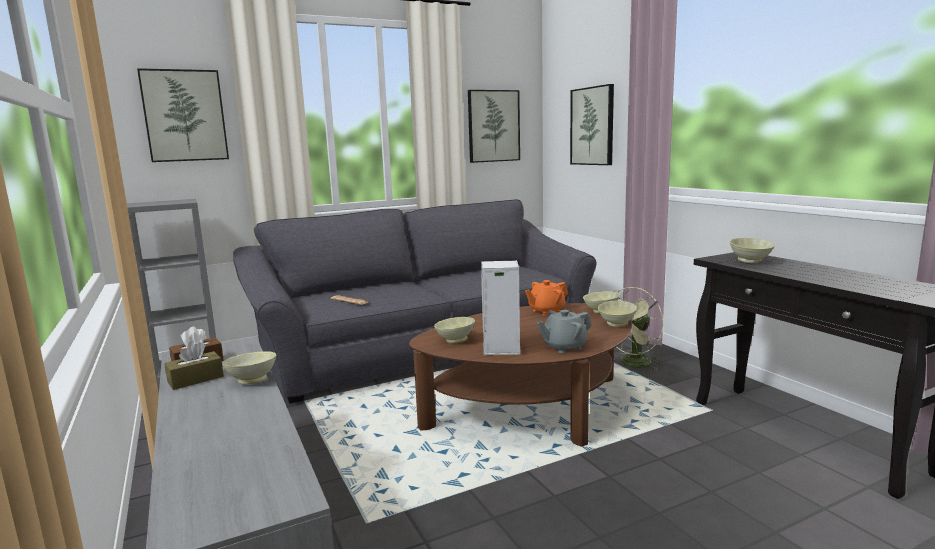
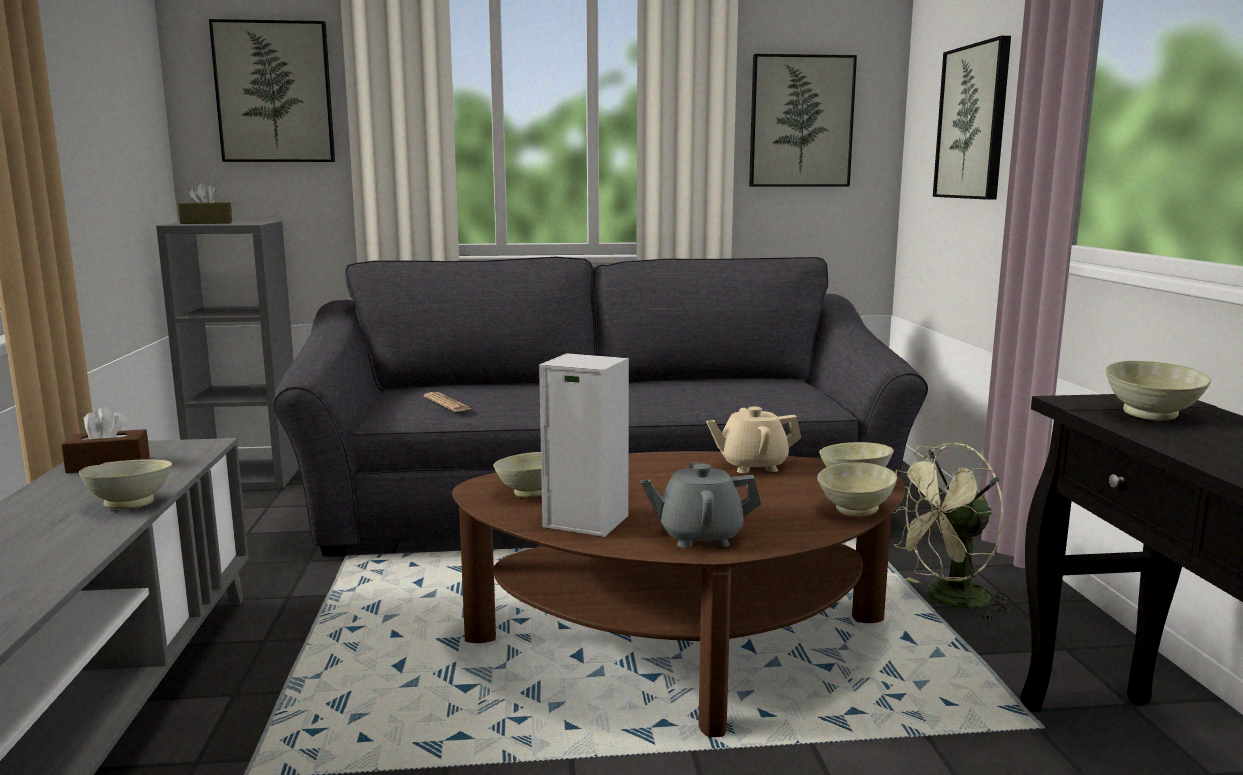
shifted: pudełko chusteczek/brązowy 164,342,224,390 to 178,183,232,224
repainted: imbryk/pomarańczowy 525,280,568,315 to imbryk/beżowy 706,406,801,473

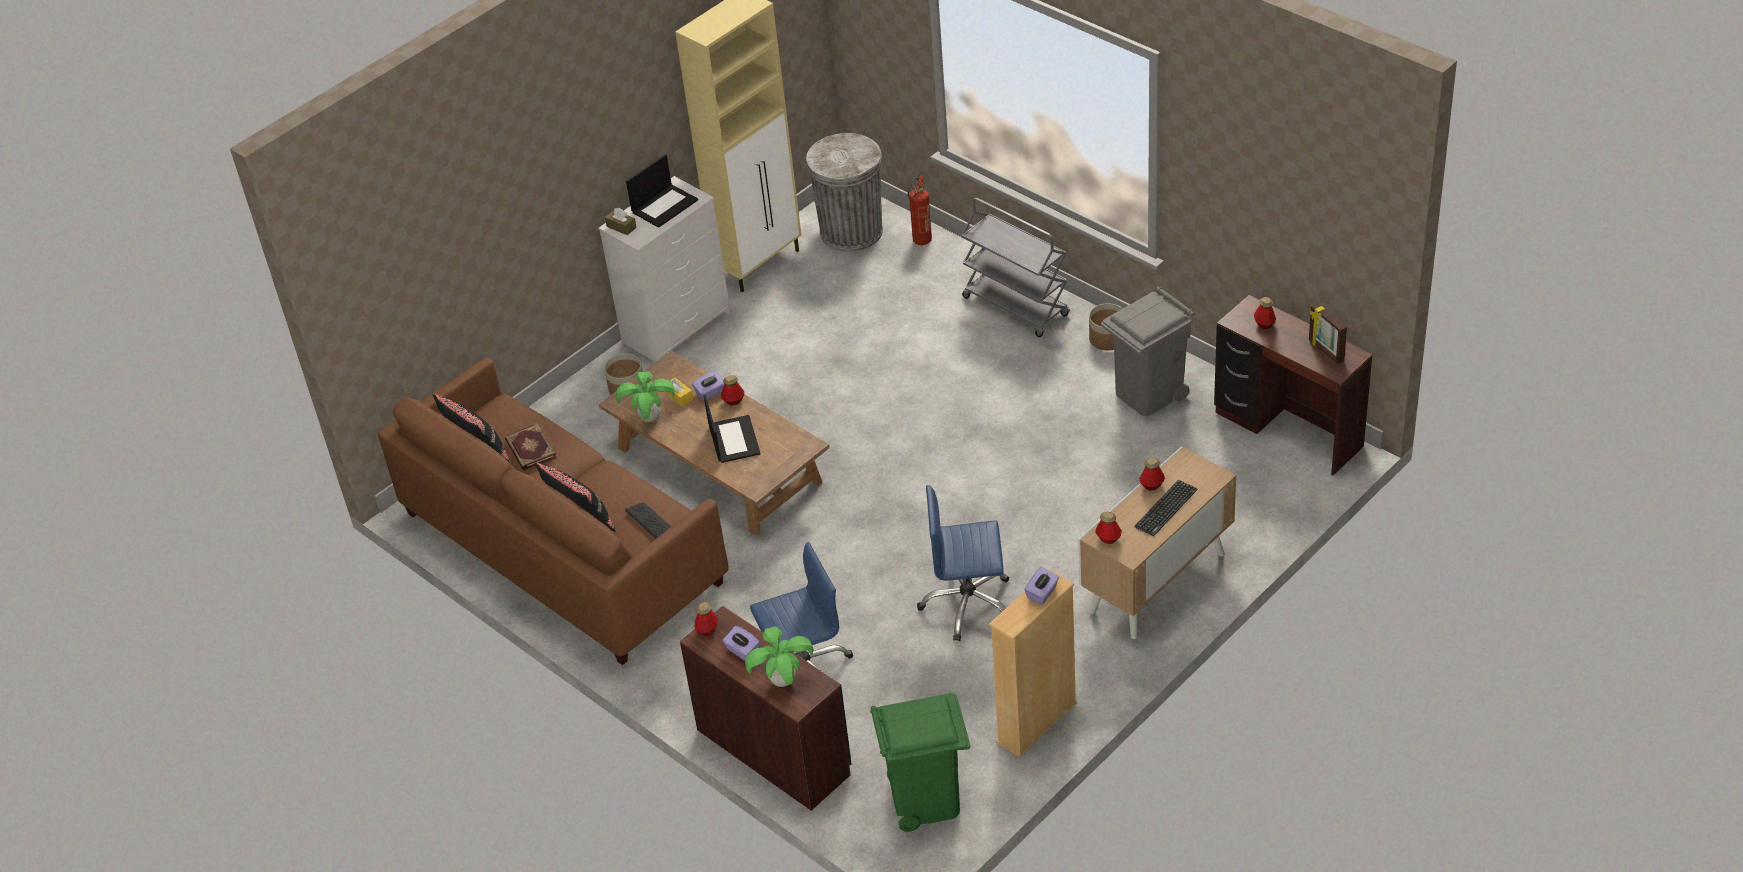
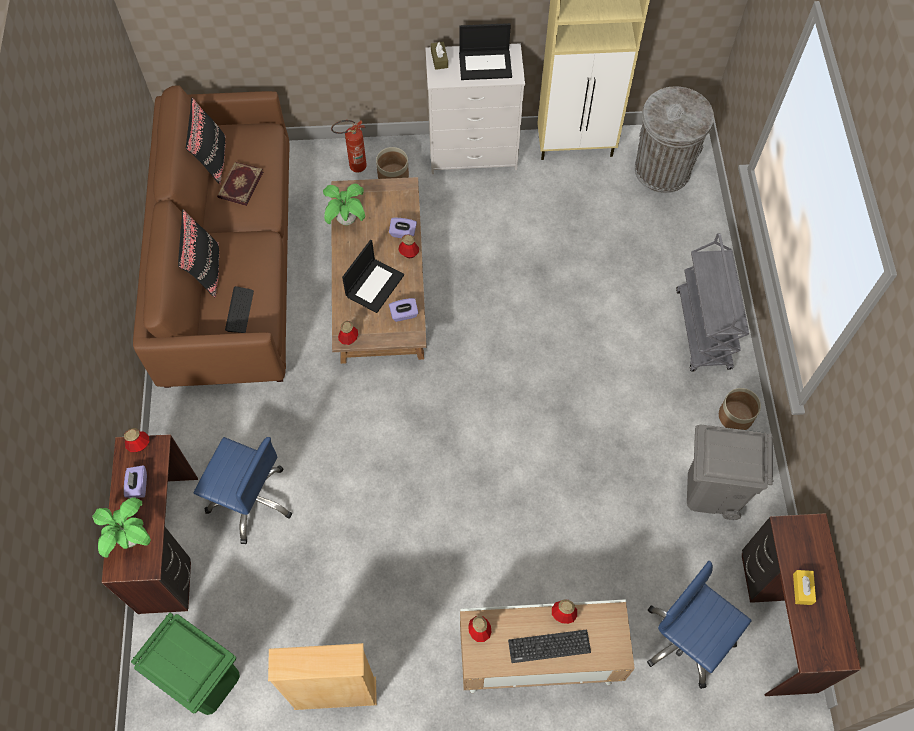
gone: ramka na zdjęcie 1309,303,1347,364
shifted: gaśnica 907,175,932,245 to 331,120,367,172; butelka 1254,297,1276,329 to 338,321,358,345; pudełko chusteczek/żółty 665,378,693,407 to 793,570,816,605; krzesło biurowe/niebieski 917,485,1009,641 to 647,561,752,689; pudełko chusteczek/fioletowy 1024,567,1059,605 to 389,298,418,322

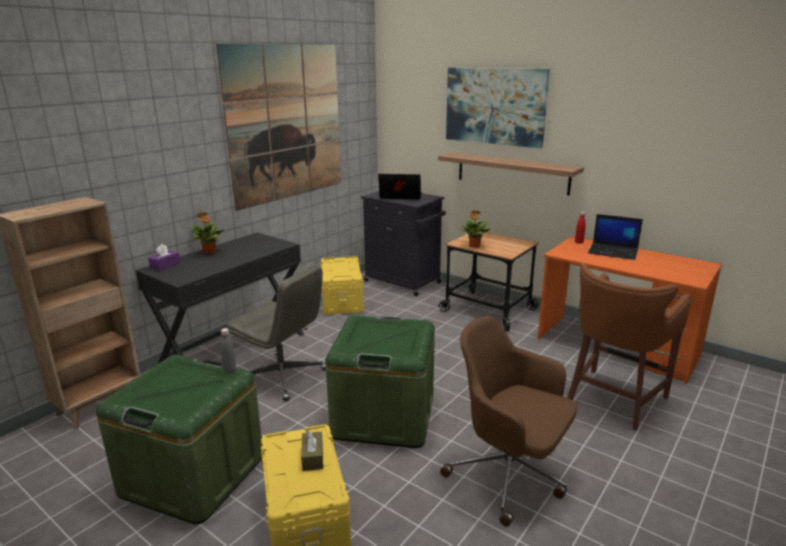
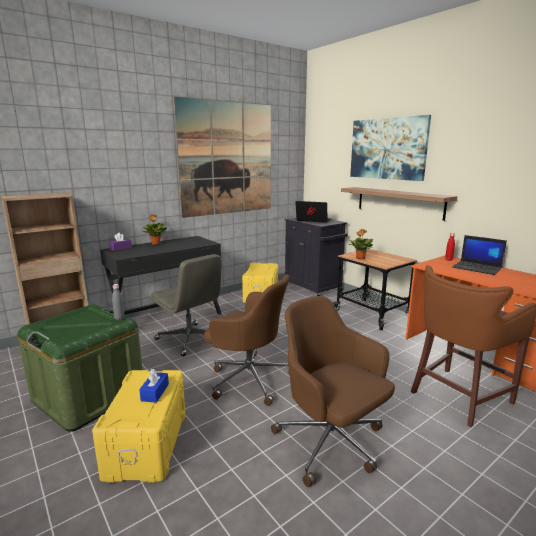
swapped: pojemnik do przechowywania/zielony 325,315,435,448 to krzesło biurowe/brązowy 204,274,289,406
repainted: pudełko chusteczek/brązowy 301,430,323,471 to pudełko chusteczek/niebieski 139,369,169,403

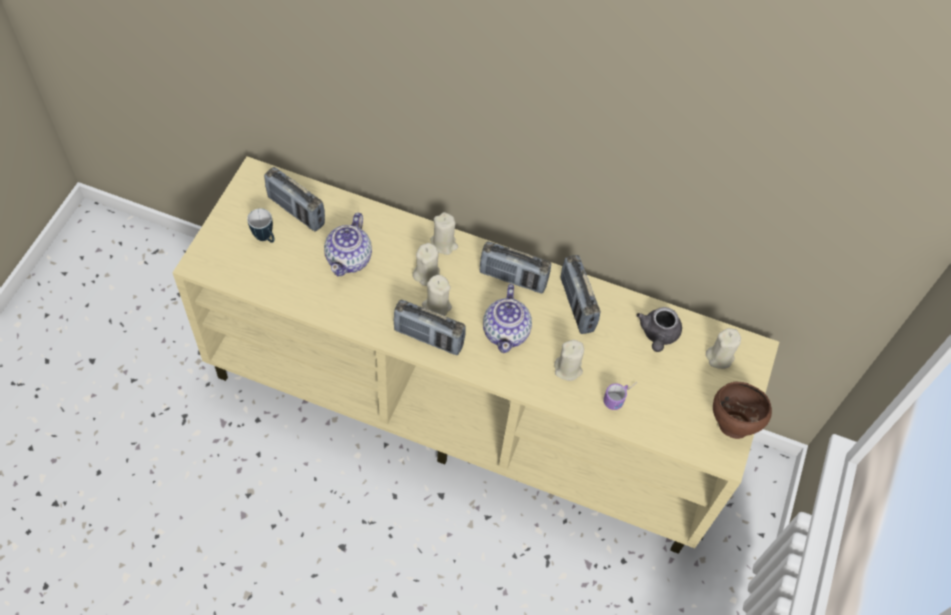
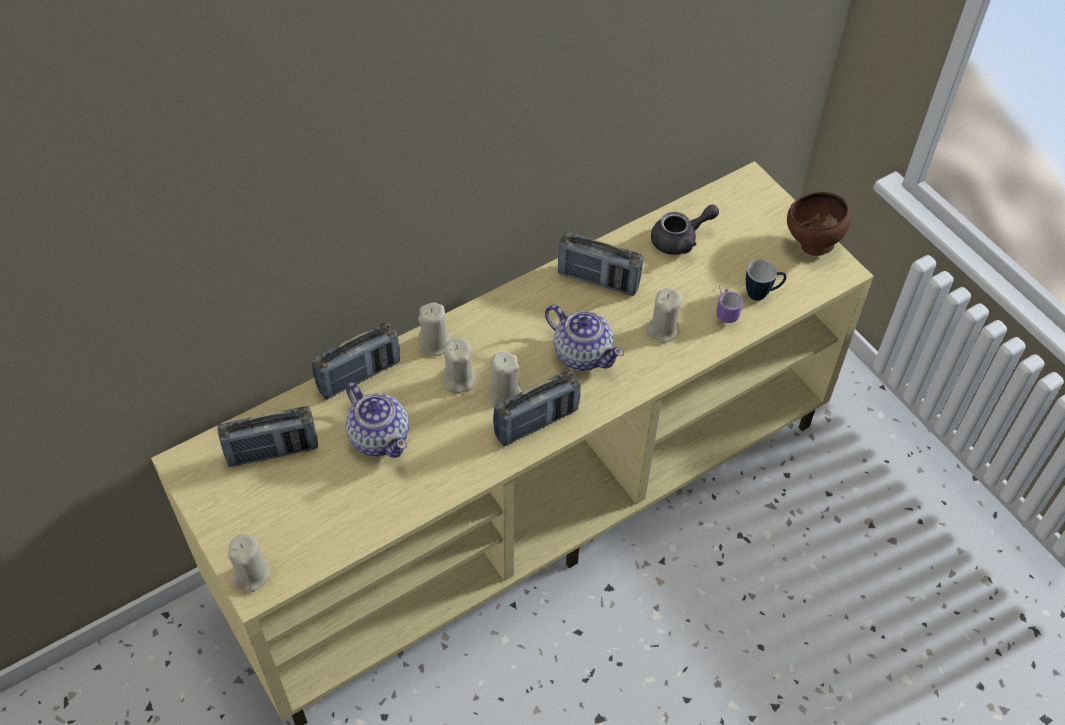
shifted: kubek 247,208,275,243 to 746,260,786,301; radio 480,241,551,293 to 312,322,400,400; świeca/beżowy 706,328,741,369 to 228,534,271,592
rotated: imbryk/szary 637,307,682,352 = 651,204,719,255 75 degrees counterclockwise

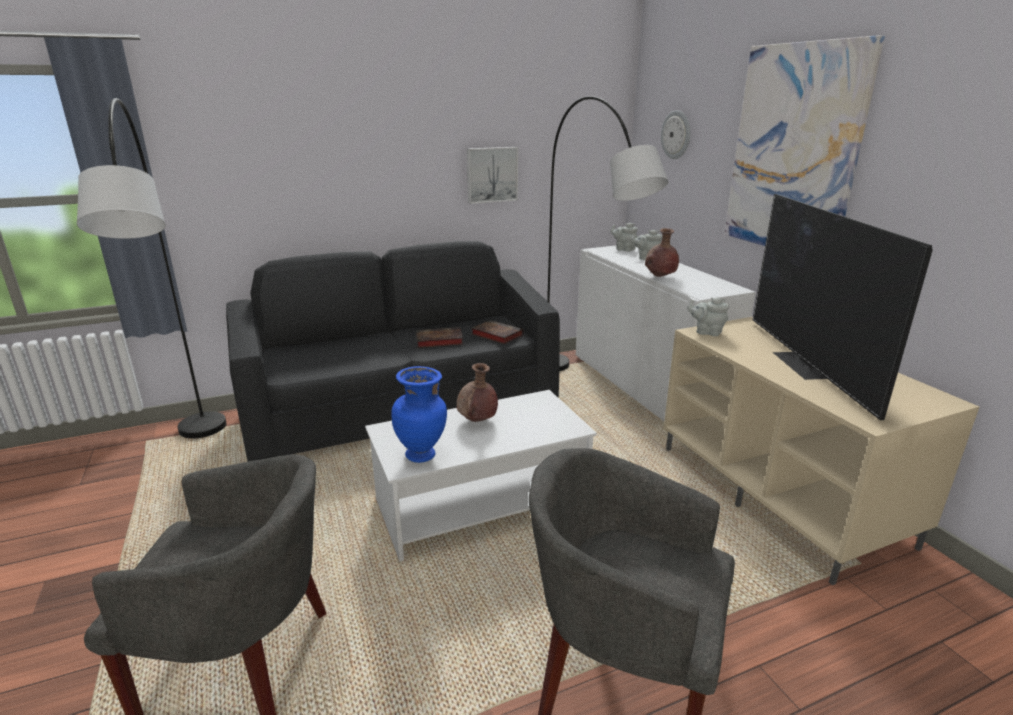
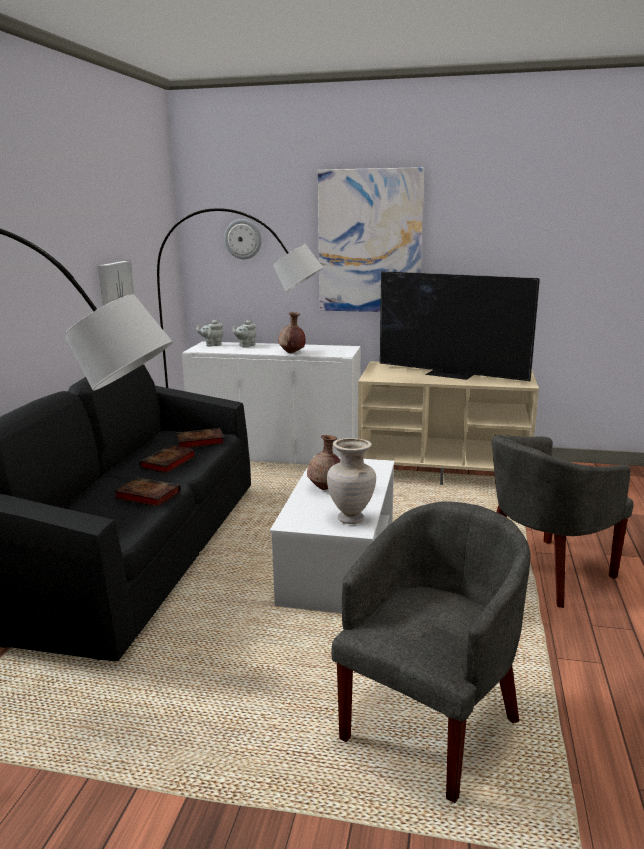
gone: imbryk/szary 687,297,729,336
new: książka 114,477,181,507
repainted: wazon/niebieski 391,366,447,463 to wazon/beżowy 327,438,376,524

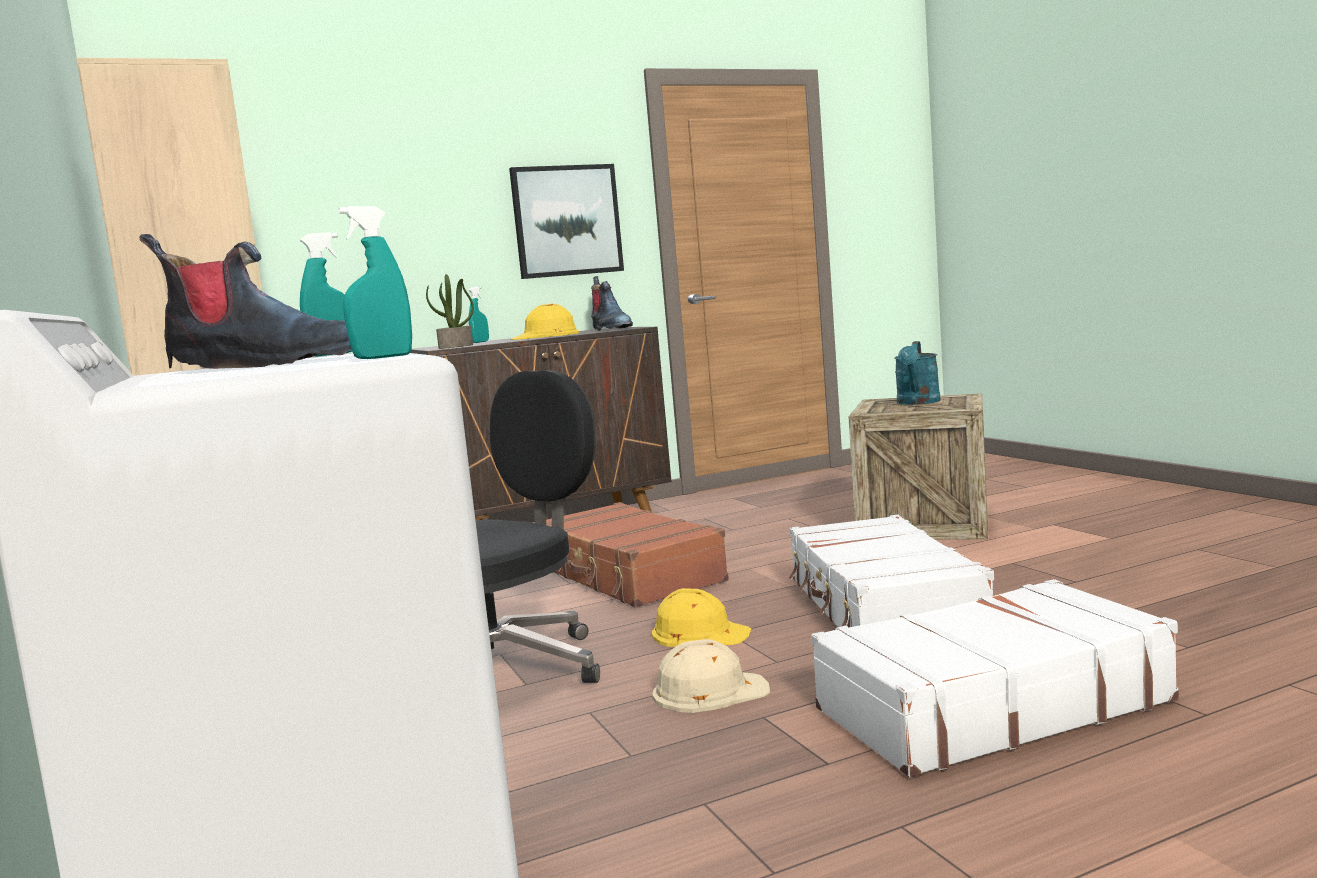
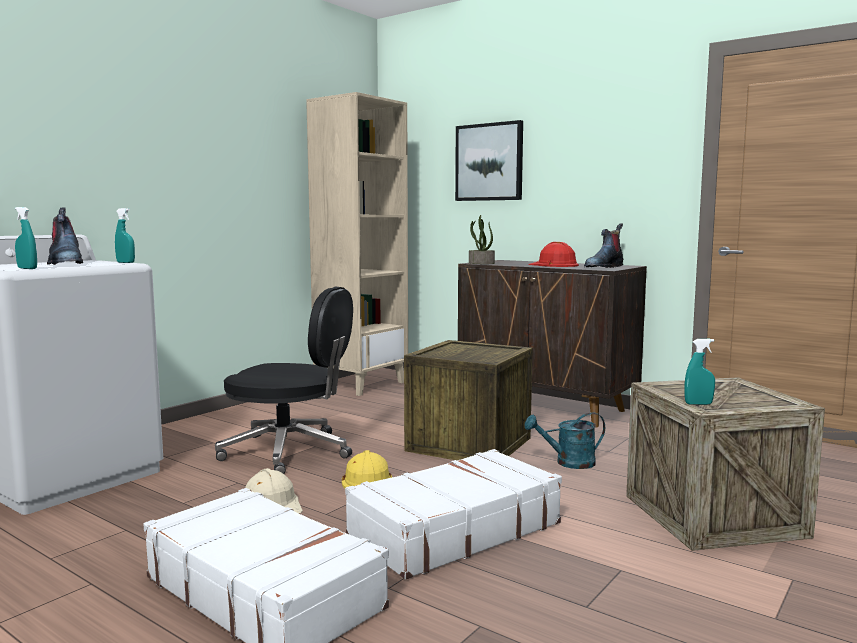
shifted: obraz 509,164,624,279 to 455,120,523,201; spryskiwacz/turkusowy 468,287,489,343 to 685,339,715,405; konewka/turkusowy 894,341,940,405 to 525,412,605,469
swapped: walizka/brązowy 546,502,729,608 to skrzynka 404,340,533,460
repainted: kask/żółty 511,304,579,340 to kask/czerwony 528,242,579,267

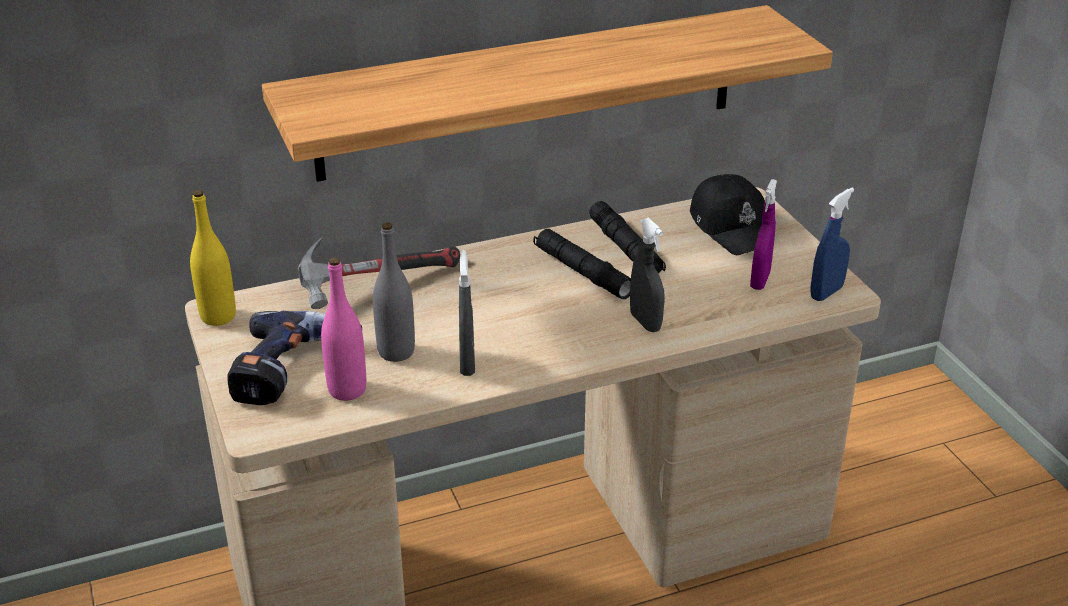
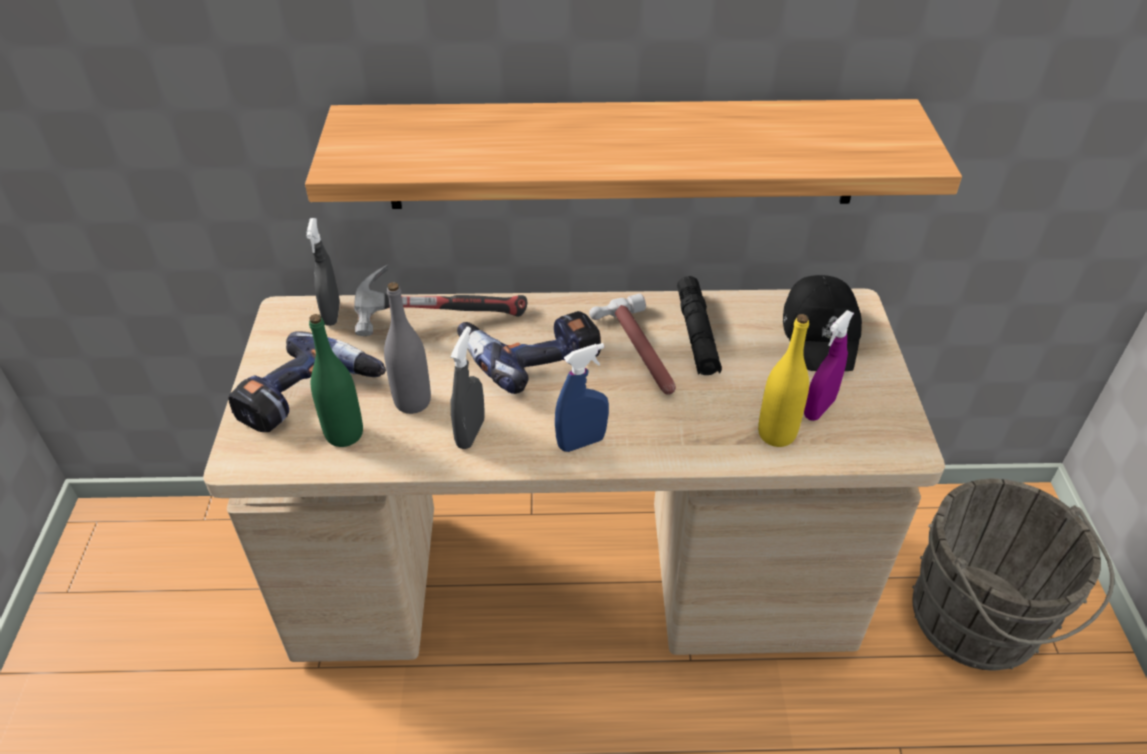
new: wiertarka 457,311,601,394; wiadro/szary 912,479,1114,670
shifted: spryskiwacz/niebieski 810,188,854,301 to 555,343,609,452; butelka/żółty 190,190,236,326 to 758,314,809,447; spryskiwacz/szary 630,218,665,332 to 307,218,340,326
swapped: latarka/czarny 533,229,631,299 to młotek 589,294,676,395
repainted: butelka/różowy 321,258,366,401 to butelka/zielony 309,314,363,447

